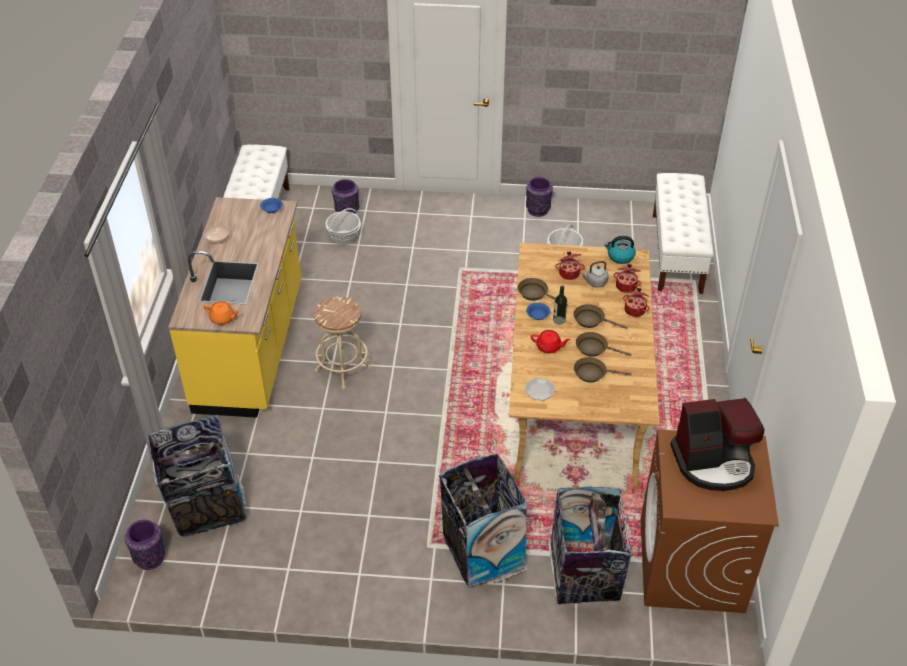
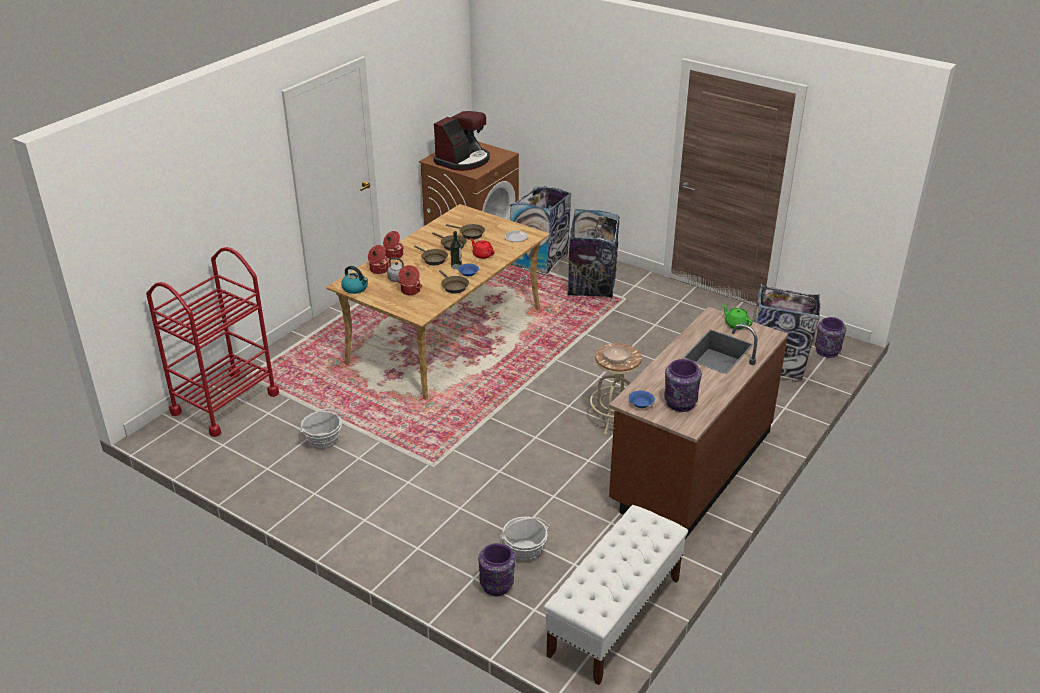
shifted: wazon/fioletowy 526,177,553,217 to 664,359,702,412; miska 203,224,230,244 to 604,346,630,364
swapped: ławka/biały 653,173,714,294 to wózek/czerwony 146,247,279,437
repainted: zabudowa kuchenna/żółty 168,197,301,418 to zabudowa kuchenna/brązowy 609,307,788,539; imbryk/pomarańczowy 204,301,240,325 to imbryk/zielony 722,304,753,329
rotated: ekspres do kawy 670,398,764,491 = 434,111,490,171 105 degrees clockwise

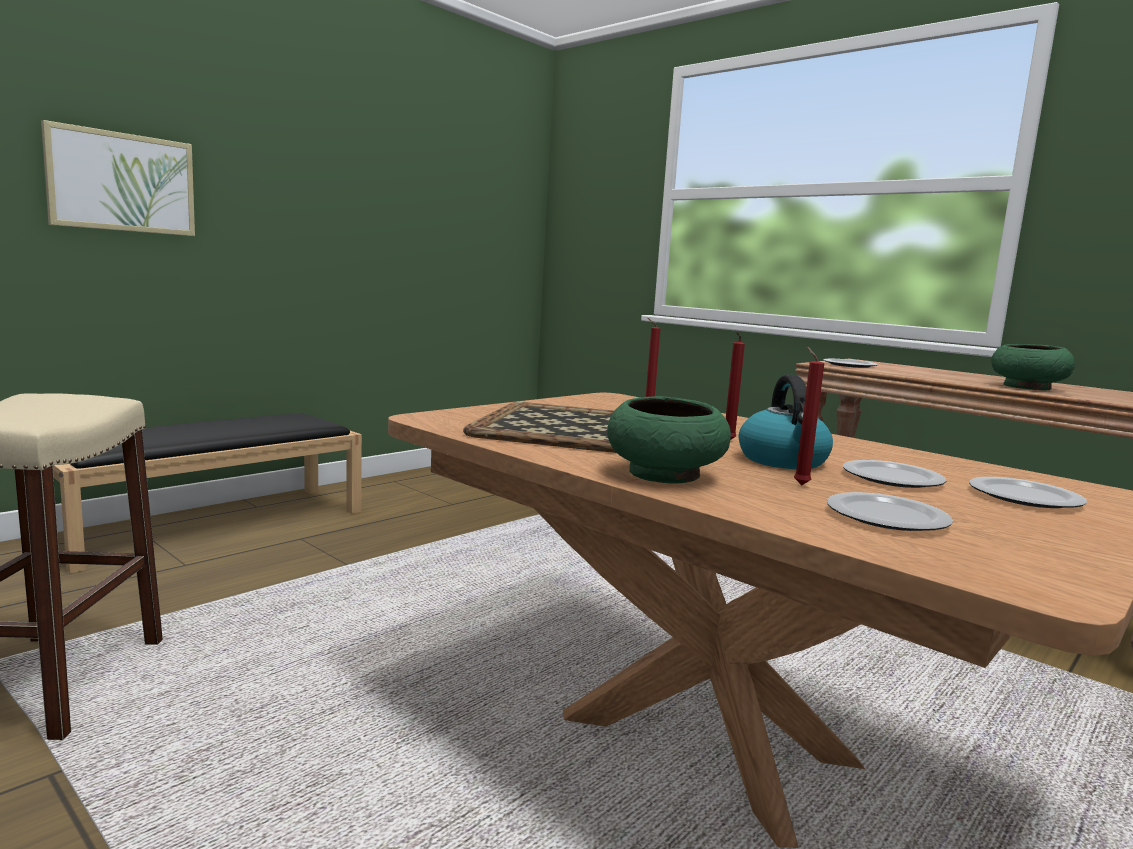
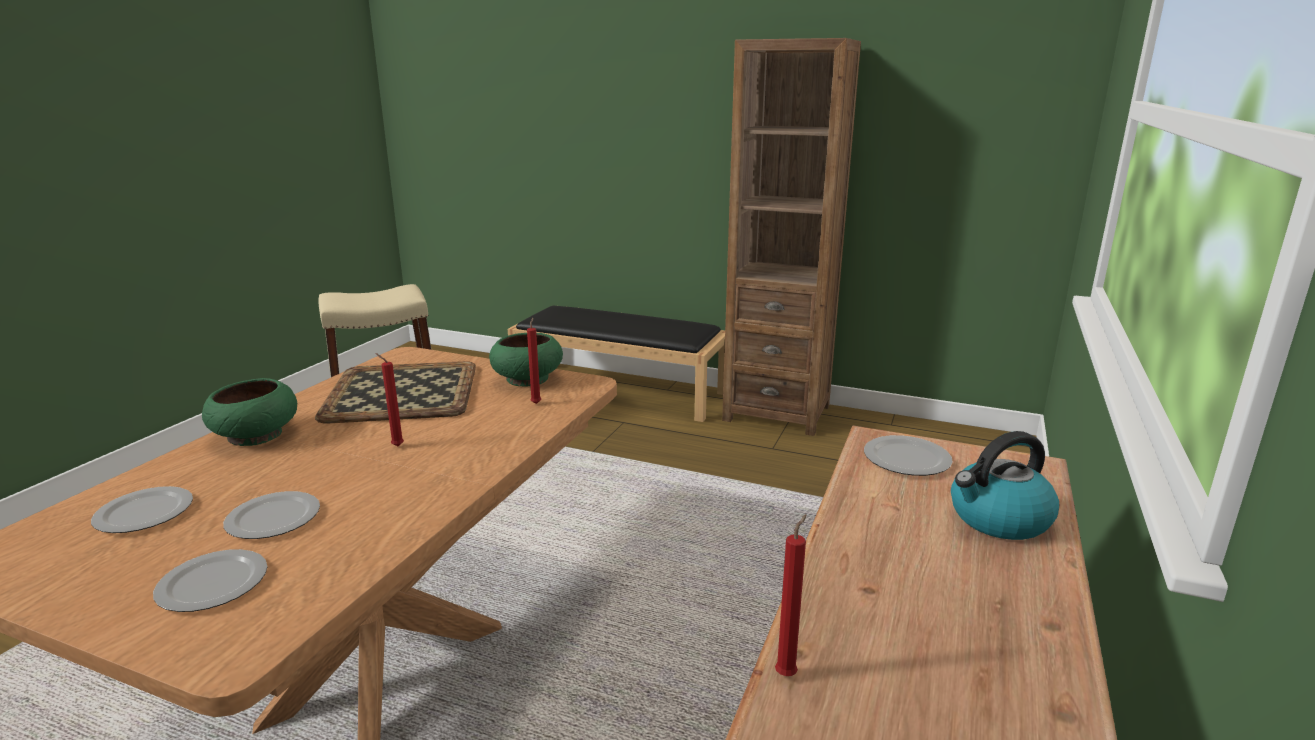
gone: obraz 41,120,195,236
new: regał/brązowy 722,38,861,436
shifted: miska/zielony 991,344,1075,391 to 489,333,563,386; świeca/czerwony 794,347,824,485 to 775,514,807,676; czajnik 739,374,833,469 to 951,431,1060,540

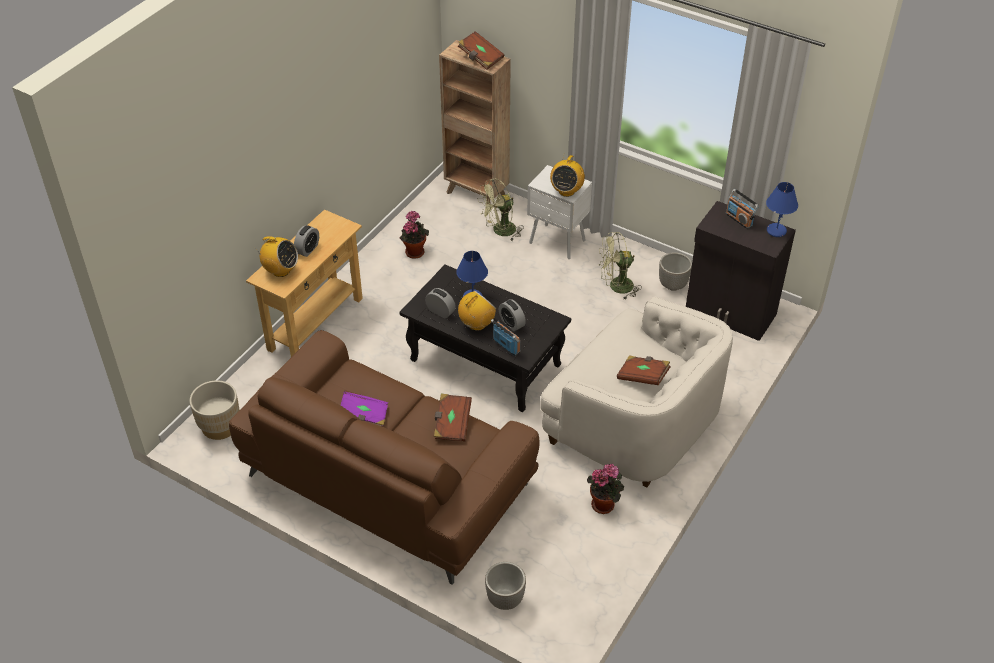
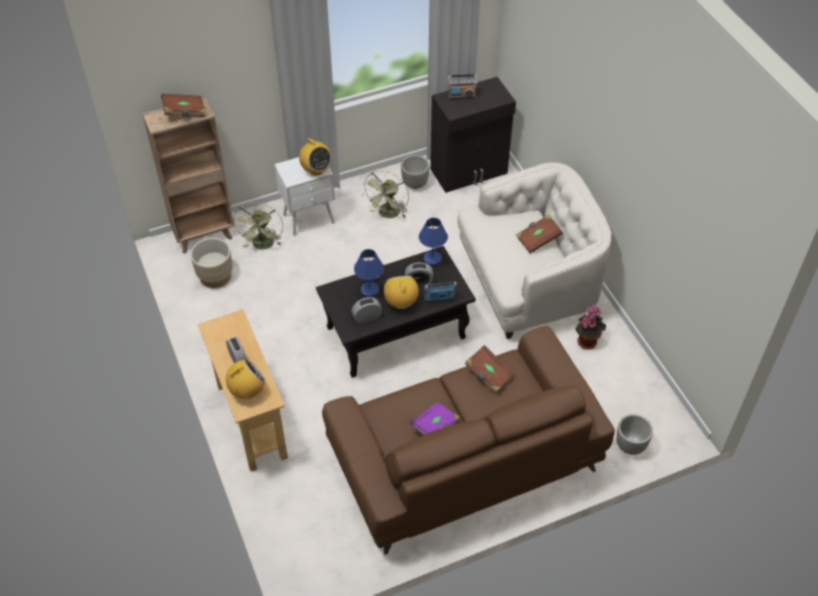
gone: roślina doniczkowa 400,211,429,259
shifted: lampa stołowa/niebieski 766,182,798,237 to 419,218,448,265; donica/beżowy 190,380,239,440 to 191,238,233,288

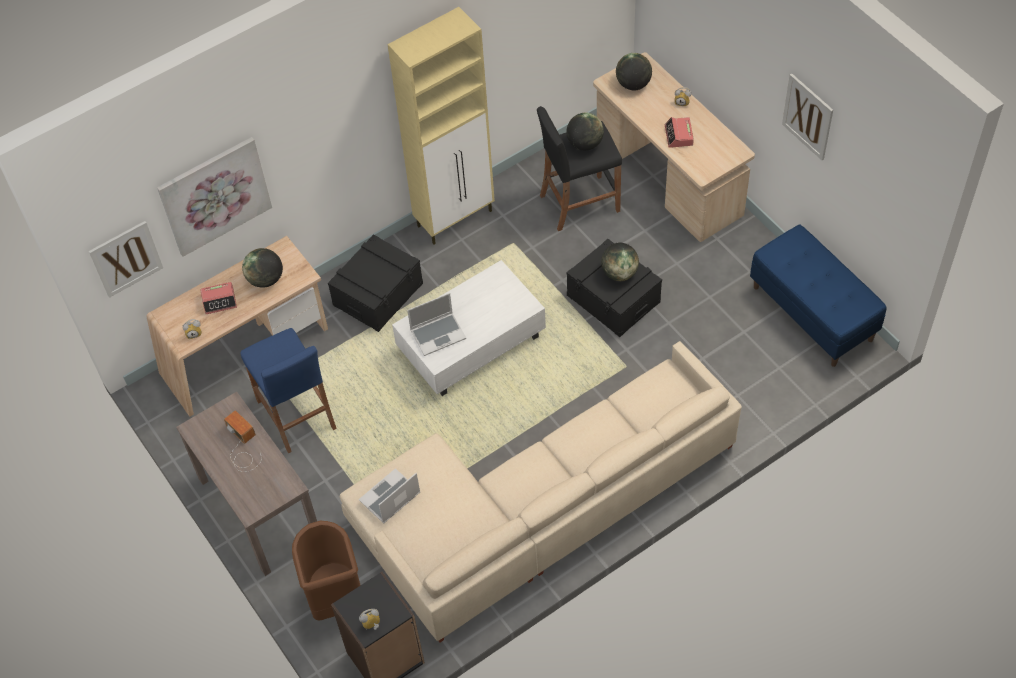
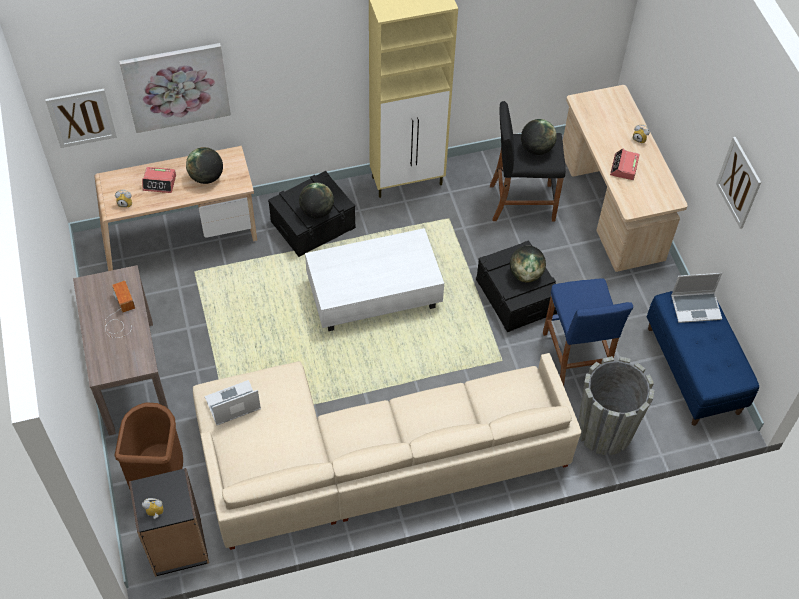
new: donica/szary 578,356,655,455
shifted: globus 616,53,652,90 to 299,183,334,218; laptop 407,293,466,356 to 671,273,722,323; stołek/niebieski 240,328,337,453 to 543,278,633,386

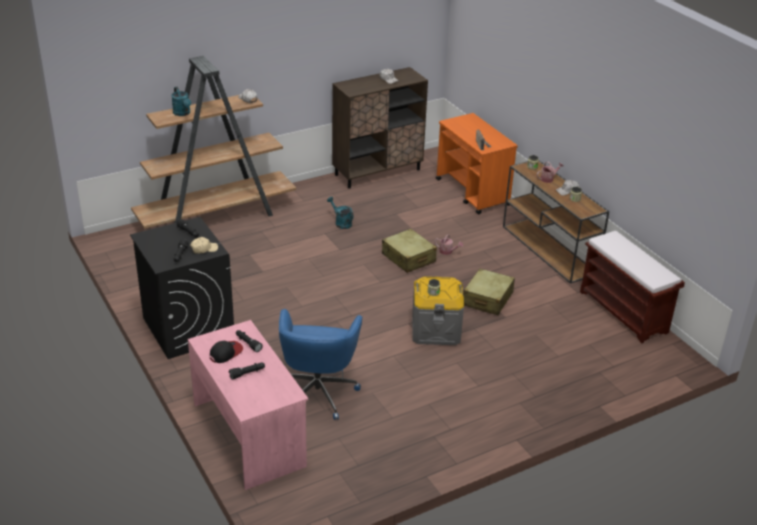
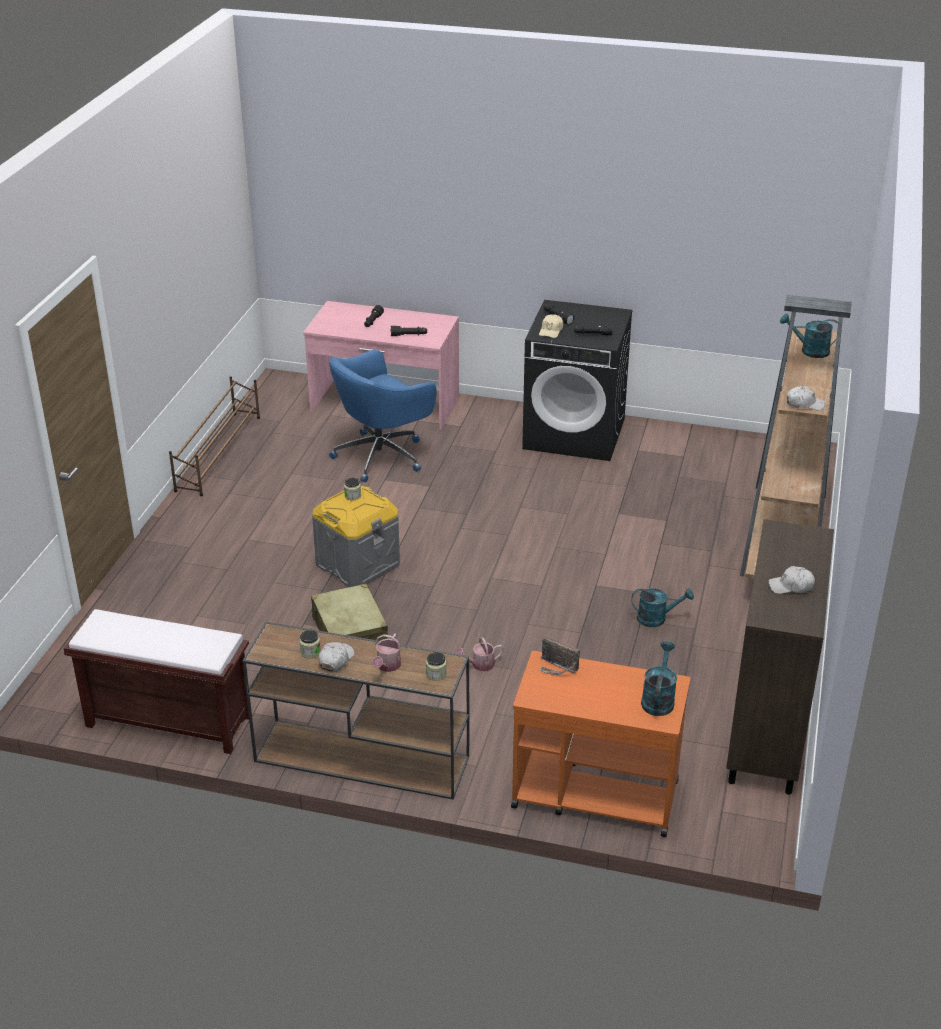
gone: walizka/beżowy 382,229,437,273; czapka z daszkiem 210,341,243,363
new: regał na buty/brązowy 169,376,260,496; konewka/turkusowy 641,641,677,716
rotated: krzesło biurowe/niebieski 279,309,362,420 = 329,350,437,482 90 degrees counterclockwise

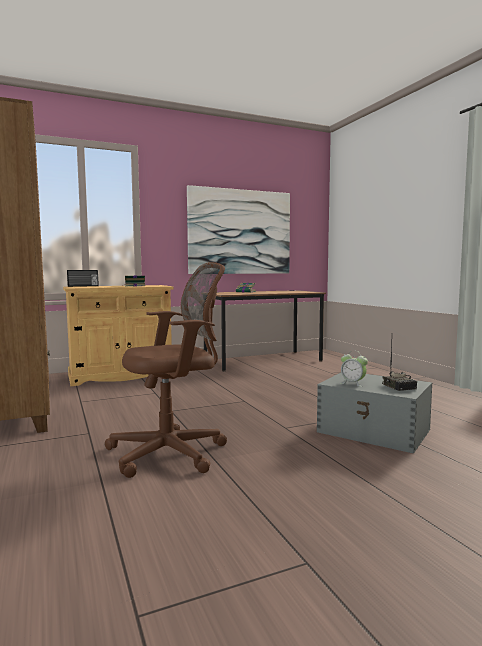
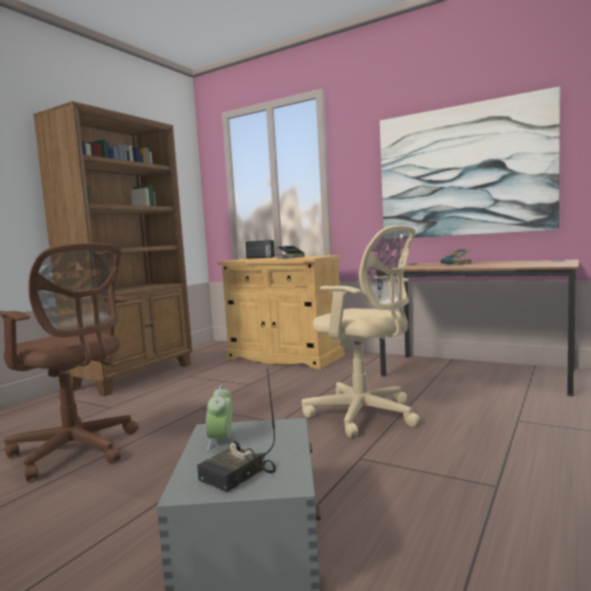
new: krzesło biurowe/beżowy 302,225,420,438

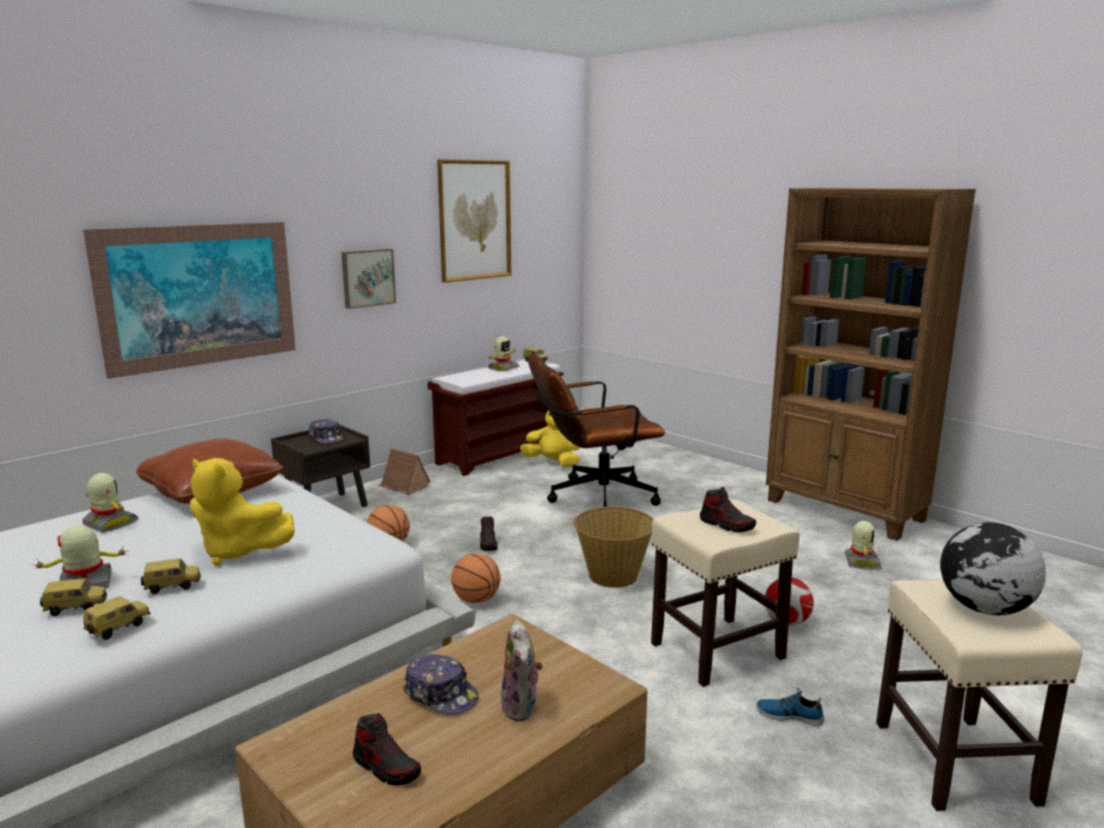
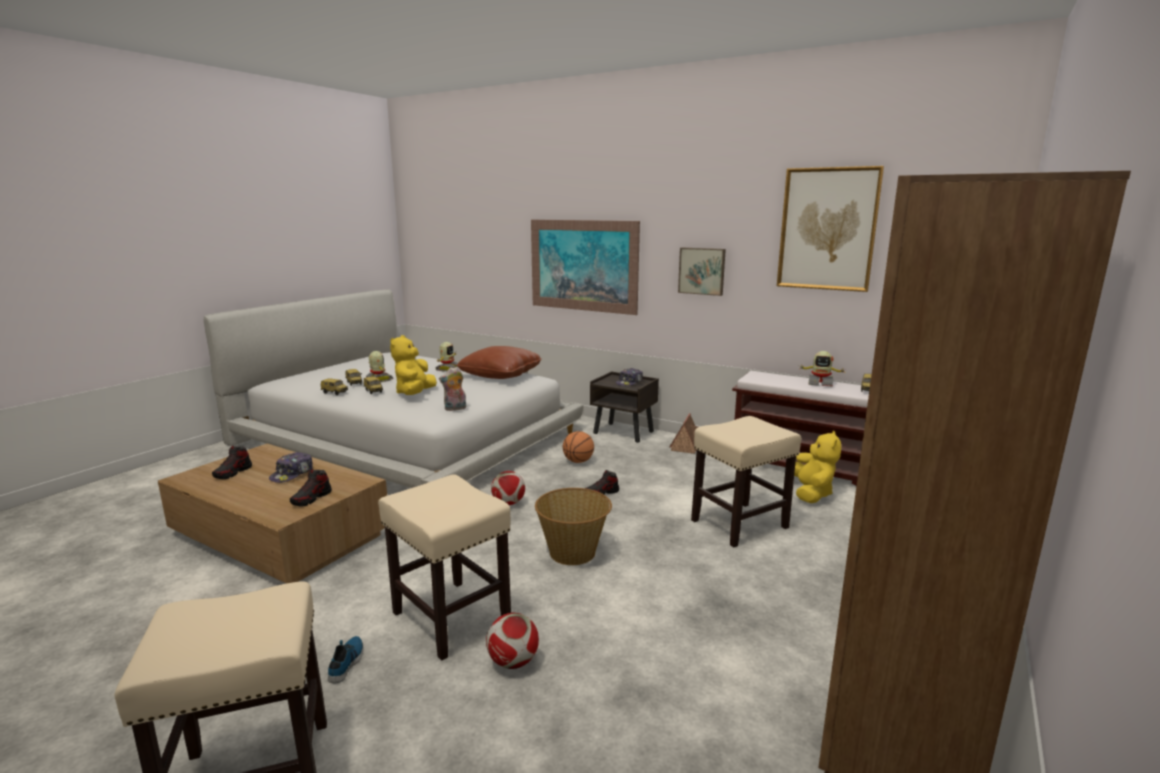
gone: robot zabawkowy 845,521,882,570; globus 940,522,1046,615
shifted: but 700,487,756,532 to 290,469,332,507; pluszak 501,620,543,721 to 439,367,466,411
swapped: krzesło biurowe/brązowy 528,354,665,507 to stołek/beżowy 691,416,801,547; piłka do koszykówki 451,554,500,603 to piłka futbolowa 491,471,525,505

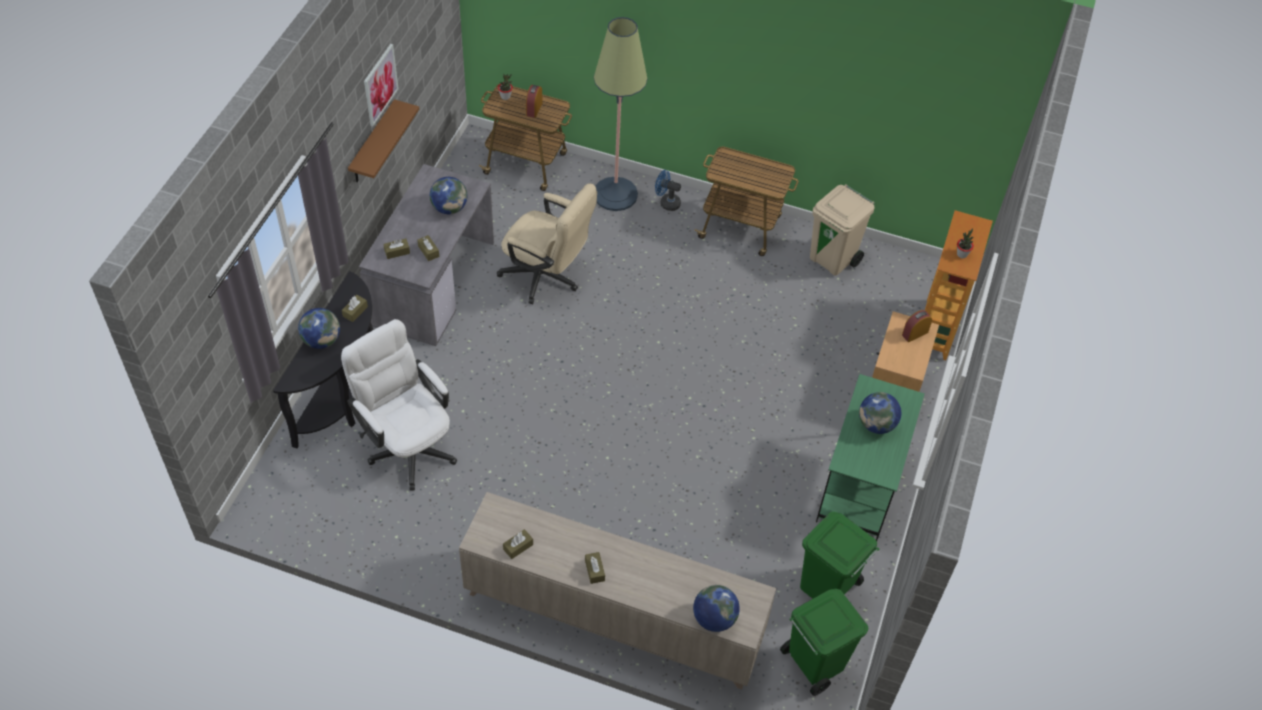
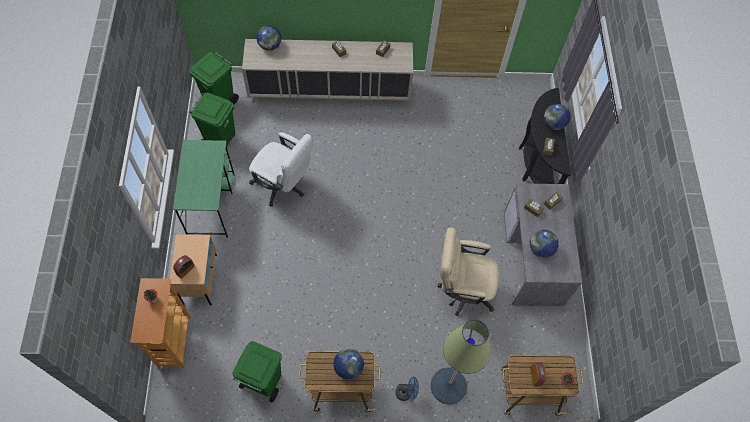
gone: obraz 364,44,399,126; półka/brązowy 348,99,419,182
shifted: krzesło biurowe/biały 341,319,457,491 to 249,132,313,207; globus 859,392,901,434 to 333,348,364,379
repainted: kosz na śmieci/beżowy 810,184,875,276 to kosz na śmieci/zielony 233,341,282,403

